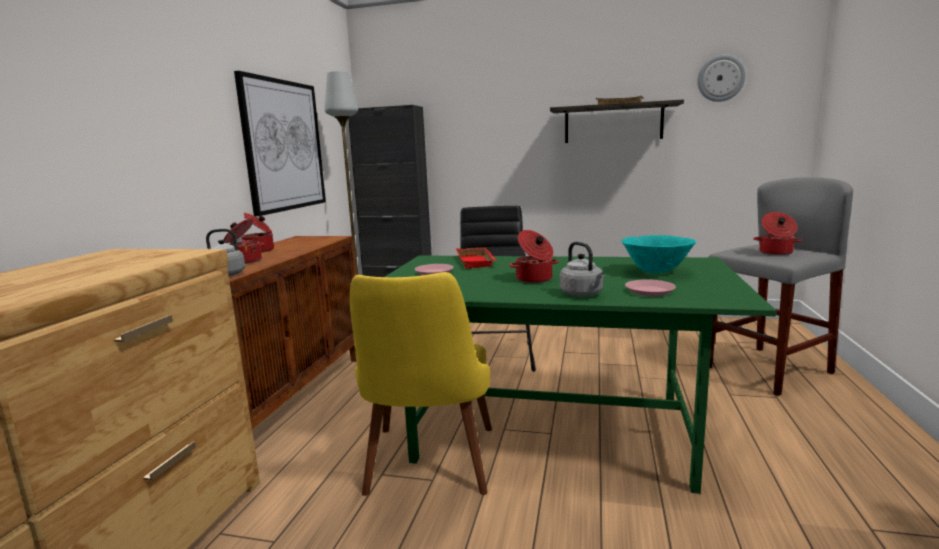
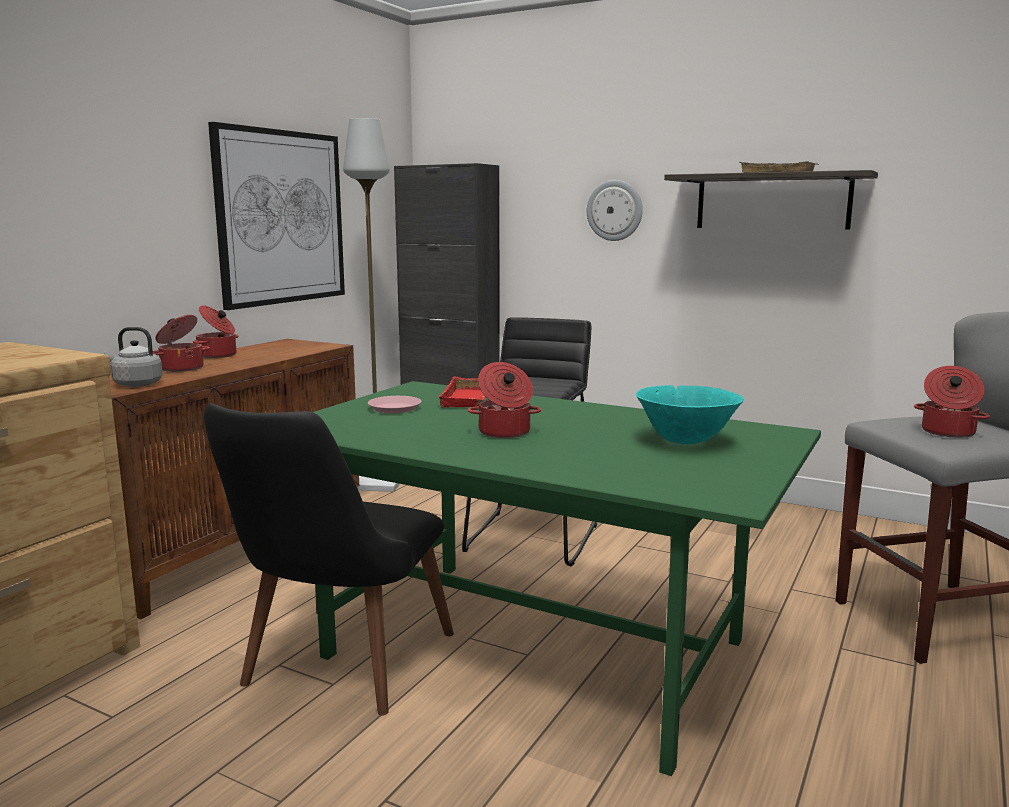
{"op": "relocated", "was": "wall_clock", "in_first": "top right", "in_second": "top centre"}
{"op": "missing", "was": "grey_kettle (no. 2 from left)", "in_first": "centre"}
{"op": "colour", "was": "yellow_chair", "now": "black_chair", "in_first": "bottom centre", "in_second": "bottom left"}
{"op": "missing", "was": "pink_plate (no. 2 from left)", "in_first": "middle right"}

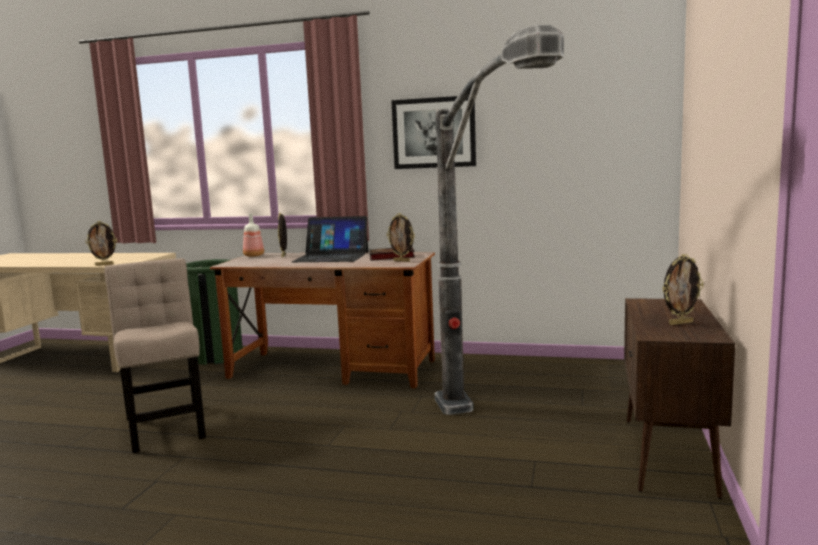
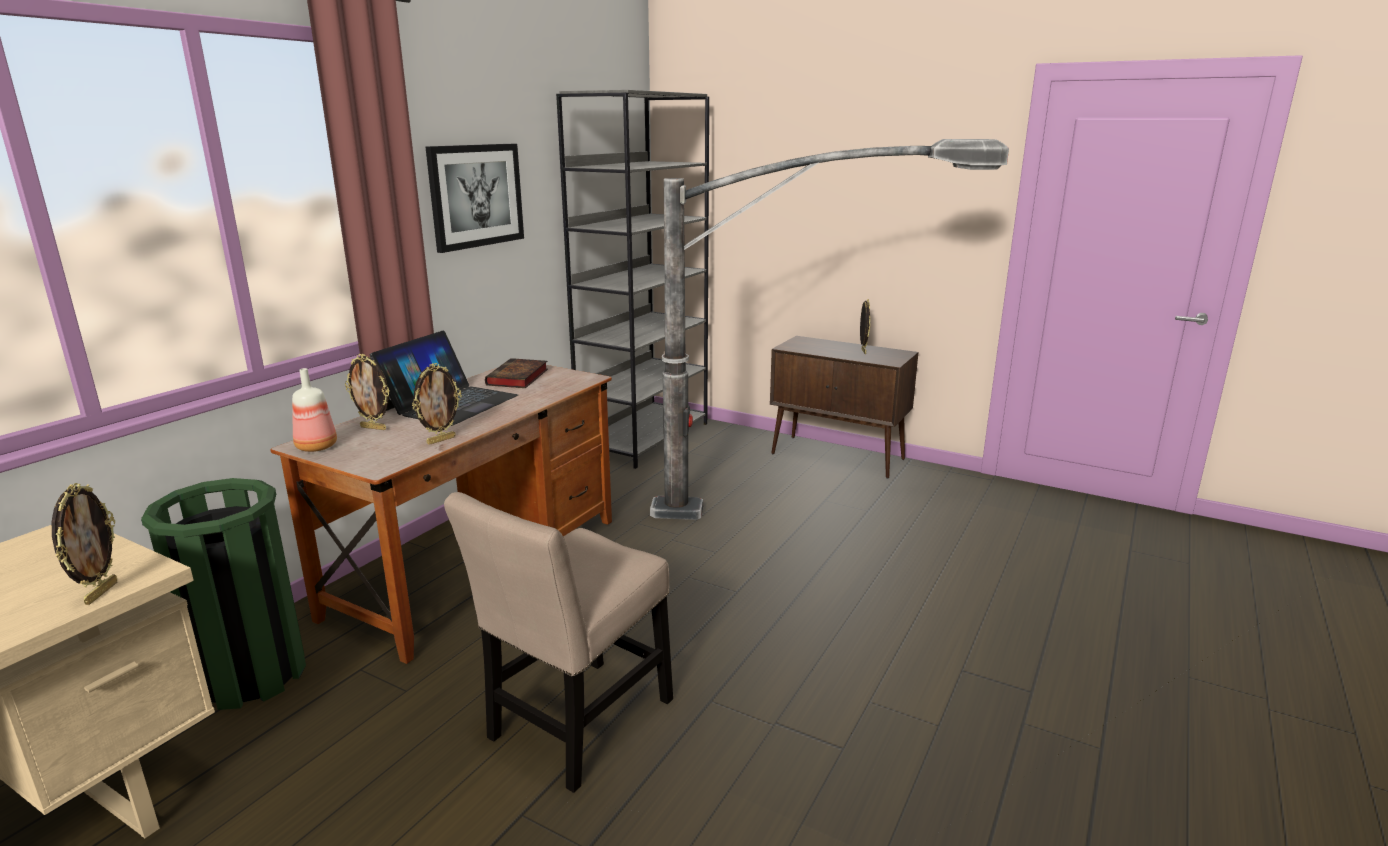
{"op": "relocated", "was": "picture_frame (no. 3 from left)", "in_first": "centre", "in_second": "middle left"}
{"op": "spun", "was": "beige_chair", "in_first": "middle left", "in_second": "bottom centre", "clockwise": -45}
{"op": "appeared", "now": "grey_bookcase", "in_second": "top centre"}

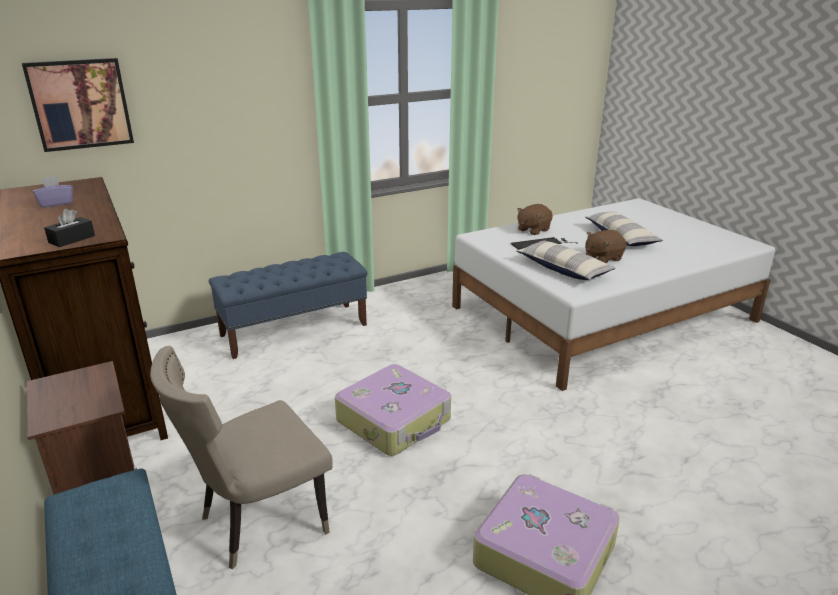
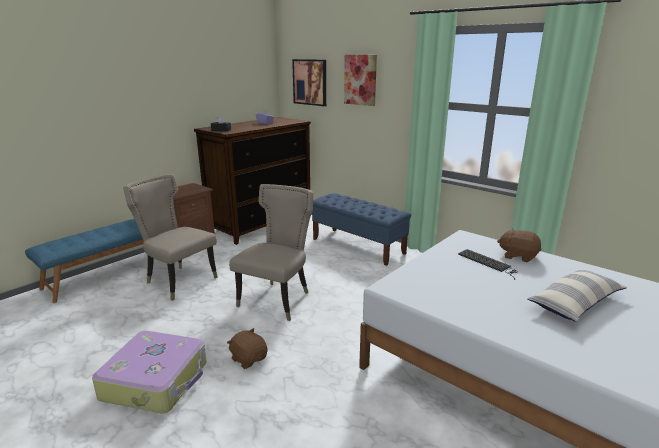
{"op": "relocated", "was": "brown_plush_toy (no. 2 from left in the first image)", "now": "brown_plush_toy (no. 1 from left)", "in_first": "middle right", "in_second": "bottom centre"}
{"op": "missing", "was": "pillow (no. 1 from left)", "in_first": "middle right"}
{"op": "exchanged", "was": "suitcase (no. 1 from left)", "now": "beige_chair (no. 2 from left)", "in_first": "bottom centre", "in_second": "centre"}
{"op": "appeared", "now": "picture (no. 2 from left)", "in_second": "top centre"}

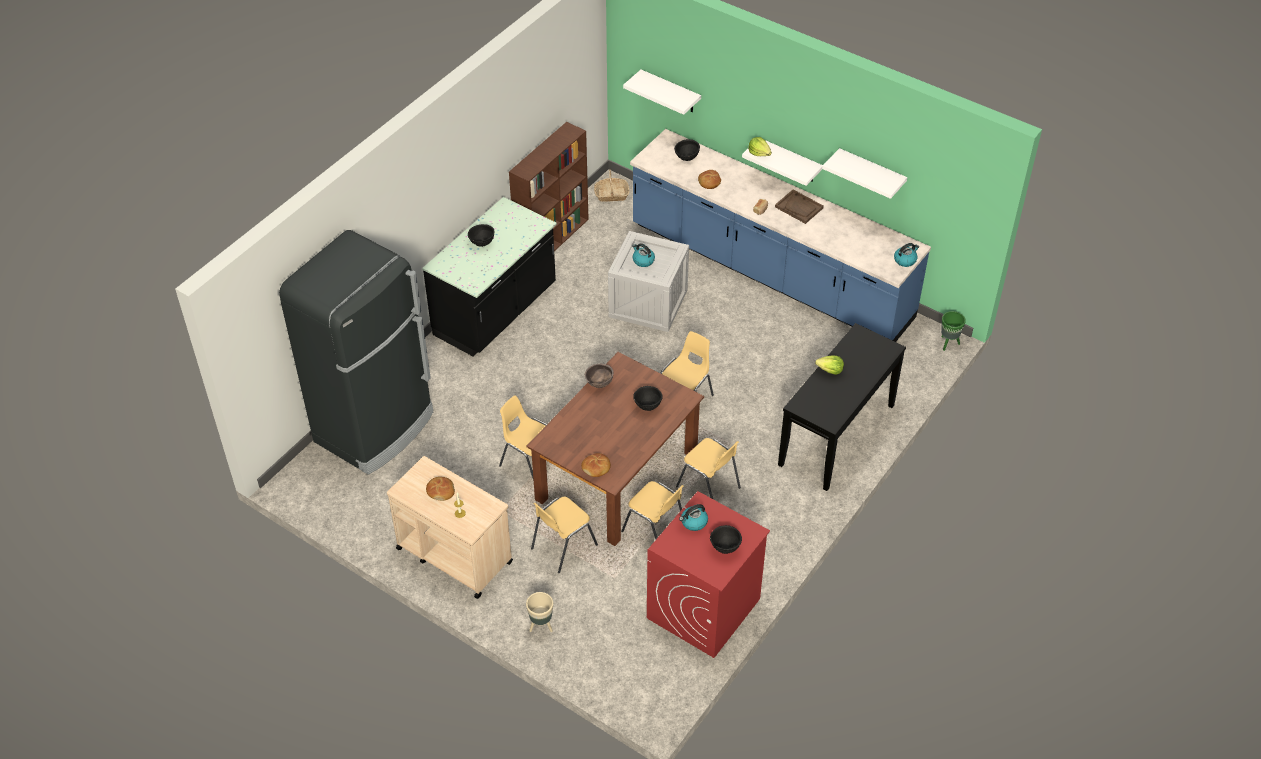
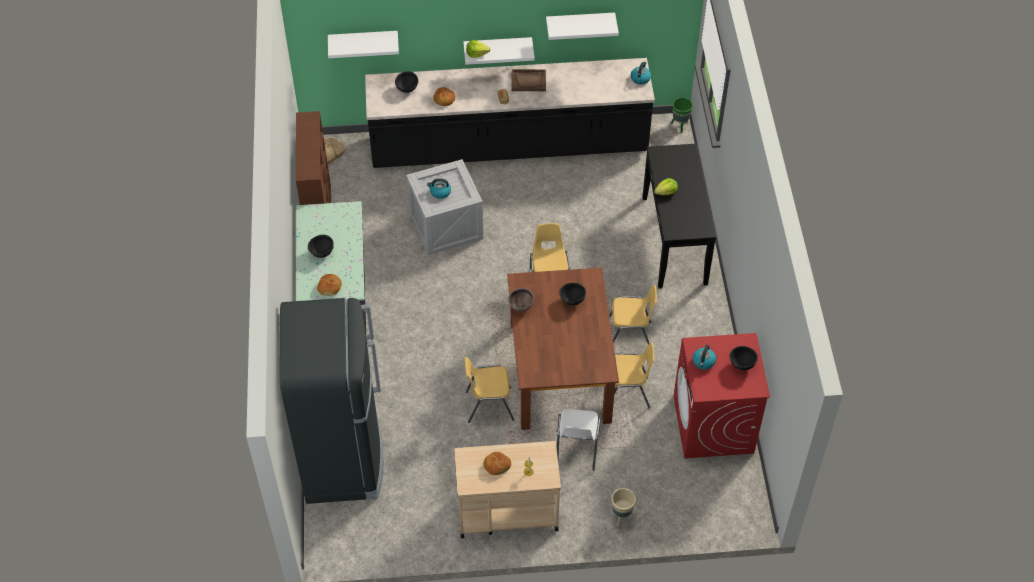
{"op": "colour", "was": "blue_counter", "now": "black_counter (no. 2 from left)", "in_first": "top centre", "in_second": "top centre"}
{"op": "relocated", "was": "bread (no. 2 from left in the first image)", "now": "bread (no. 1 from left)", "in_first": "centre", "in_second": "middle left"}
{"op": "colour", "was": "yellow_chair (no. 2 from left)", "now": "white_chair", "in_first": "bottom centre", "in_second": "bottom centre"}

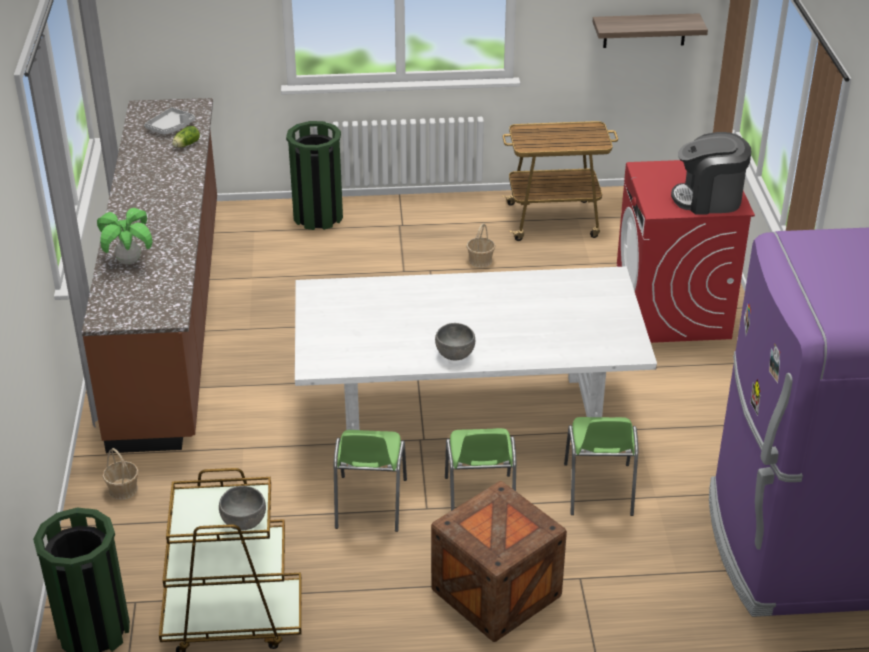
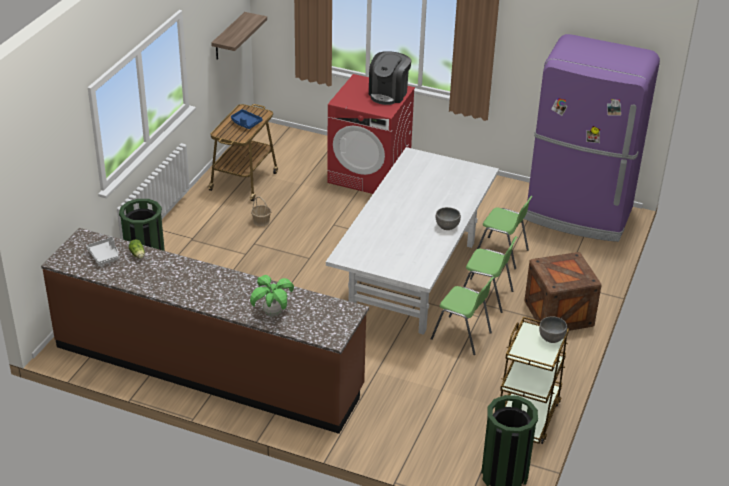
{"op": "missing", "was": "basket (no. 1 from left)", "in_first": "bottom left"}
{"op": "appeared", "now": "blue_tray", "in_second": "top centre"}

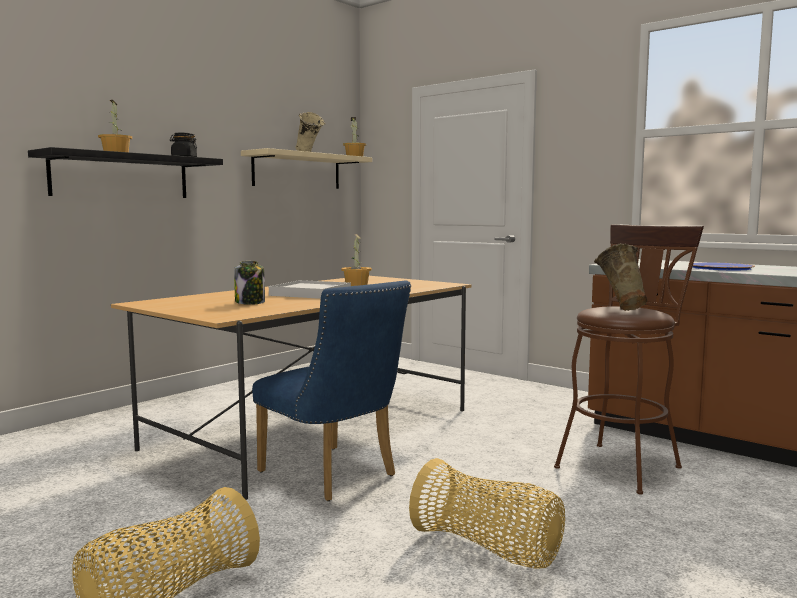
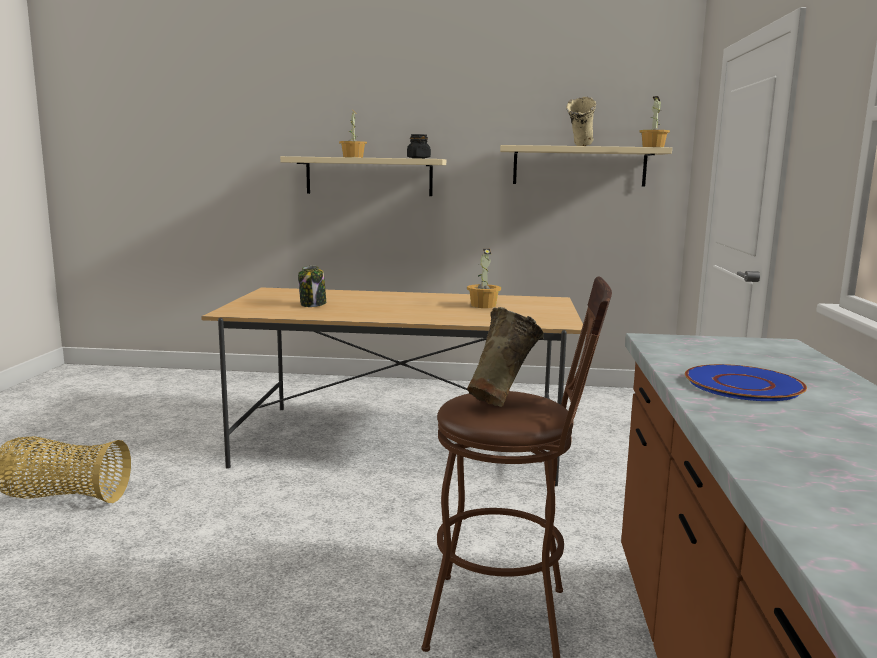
{"op": "colour", "was": "black_shelf", "now": "beige_shelf (no. 1 from left)", "in_first": "top left", "in_second": "top centre"}
{"op": "missing", "was": "blue_chair", "in_first": "centre"}
{"op": "missing", "was": "white_tray", "in_first": "centre"}
{"op": "missing", "was": "basket (no. 2 from left)", "in_first": "bottom centre"}

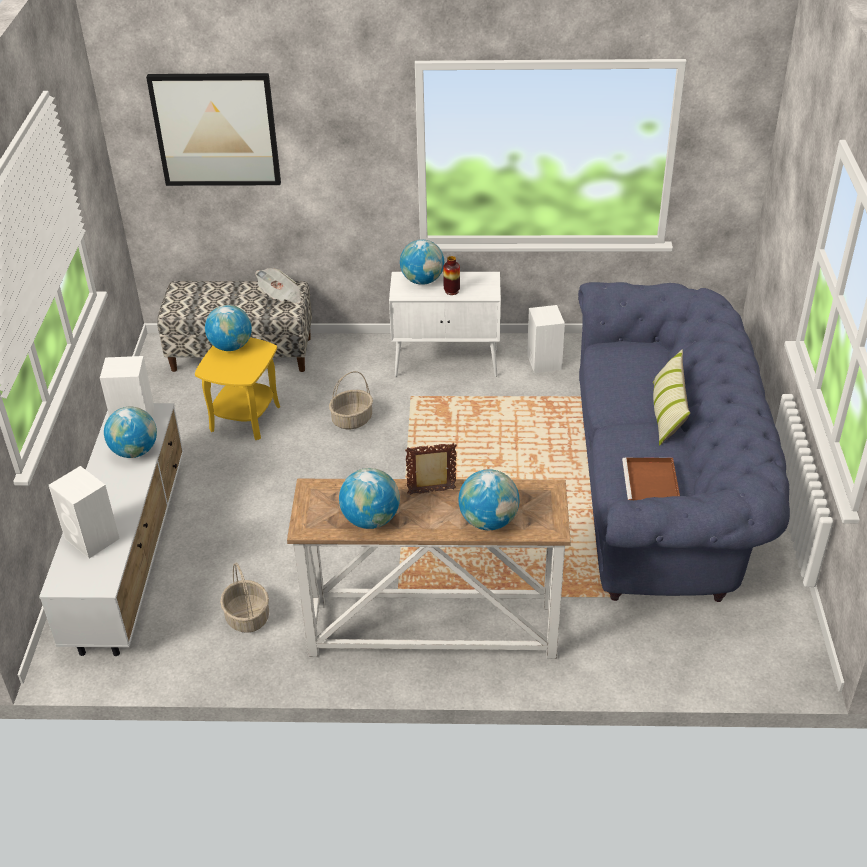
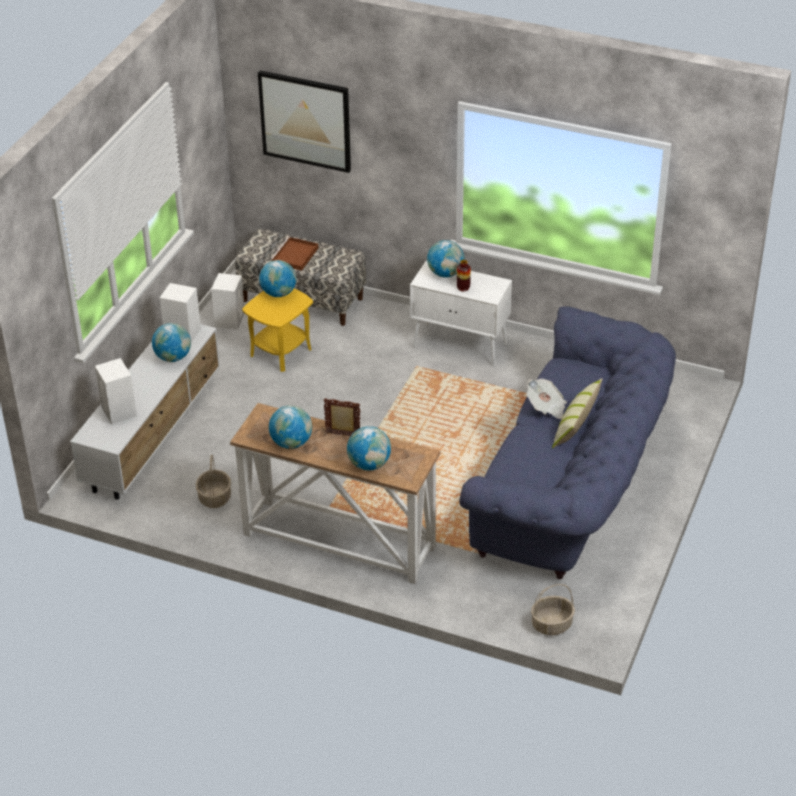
{"op": "relocated", "was": "newspaper", "in_first": "top left", "in_second": "middle right"}
{"op": "relocated", "was": "white_speaker (no. 3 from left)", "in_first": "centre", "in_second": "middle left"}
{"op": "relocated", "was": "basket (no. 2 from left)", "in_first": "centre", "in_second": "bottom right"}
{"op": "relocated", "was": "brown_tray", "in_first": "middle right", "in_second": "top centre"}

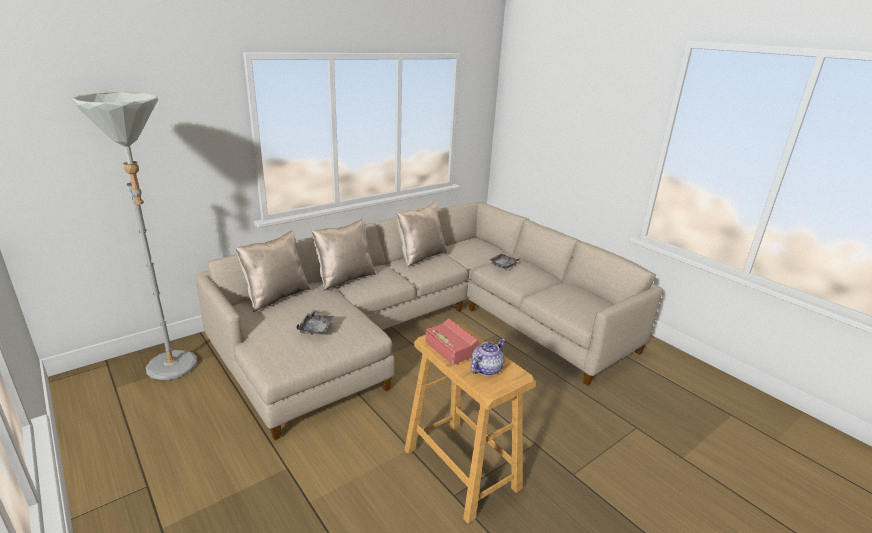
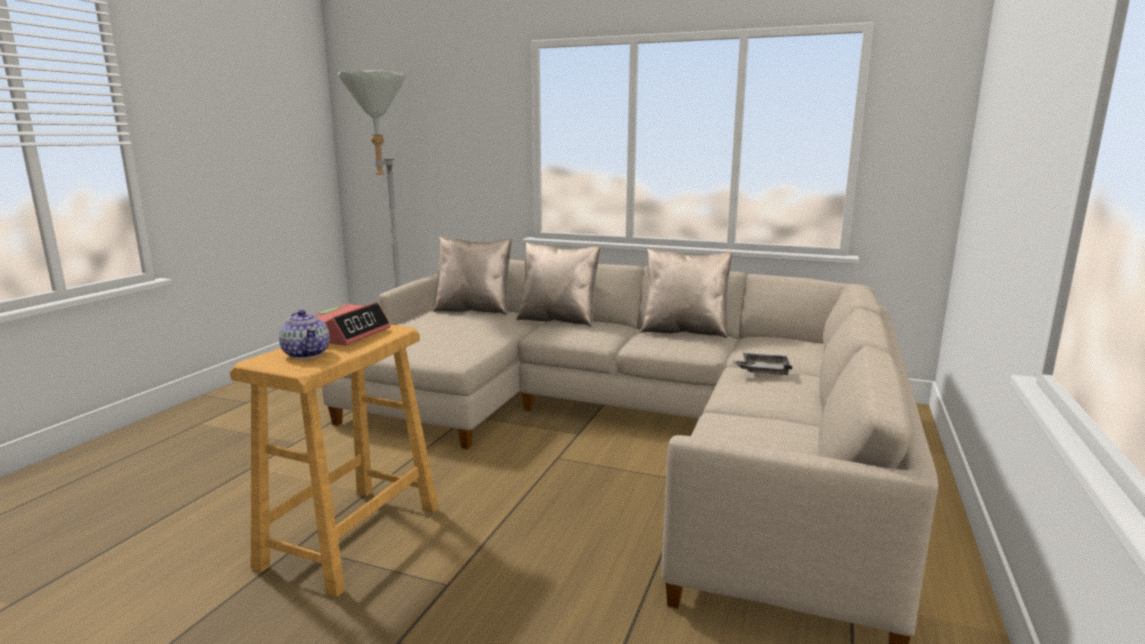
{"op": "missing", "was": "grey_tray (no. 1 from left)", "in_first": "centre"}
{"op": "spun", "was": "teapot", "in_first": "bottom centre", "in_second": "middle left", "clockwise": 45}

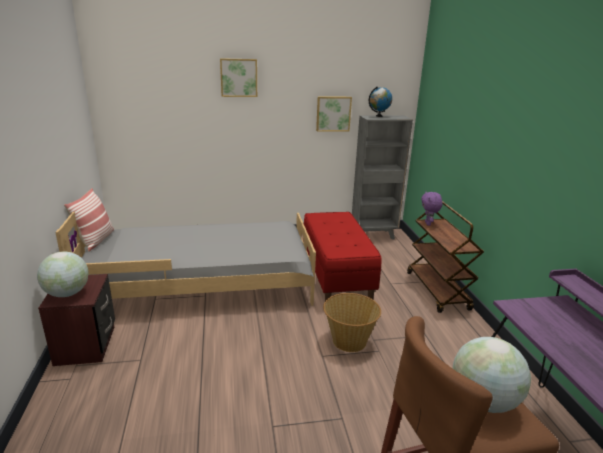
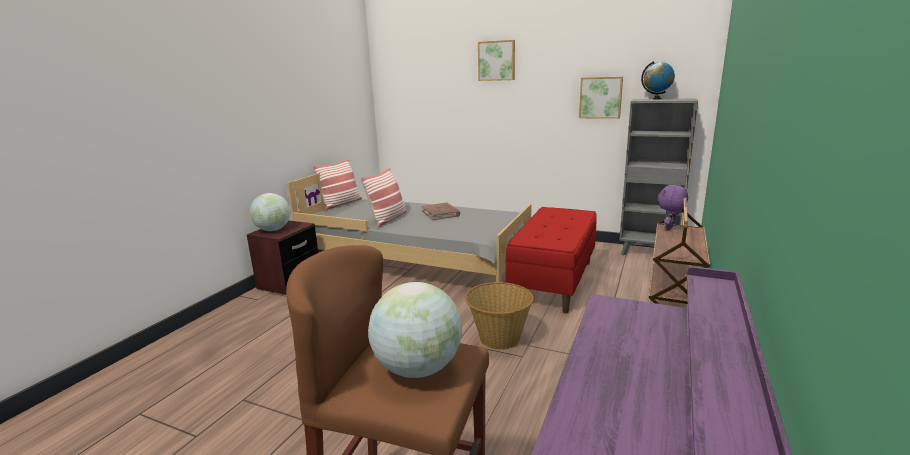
{"op": "appeared", "now": "pillow (no. 2 from left)", "in_second": "centre"}
{"op": "appeared", "now": "brown_book", "in_second": "centre"}

